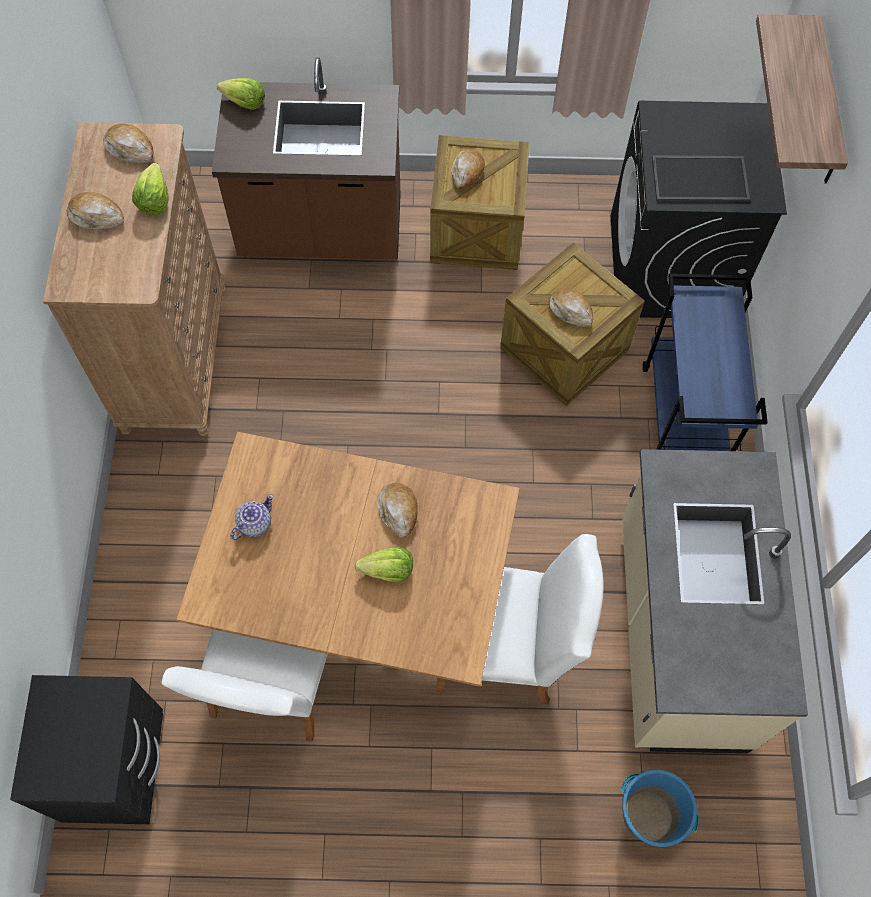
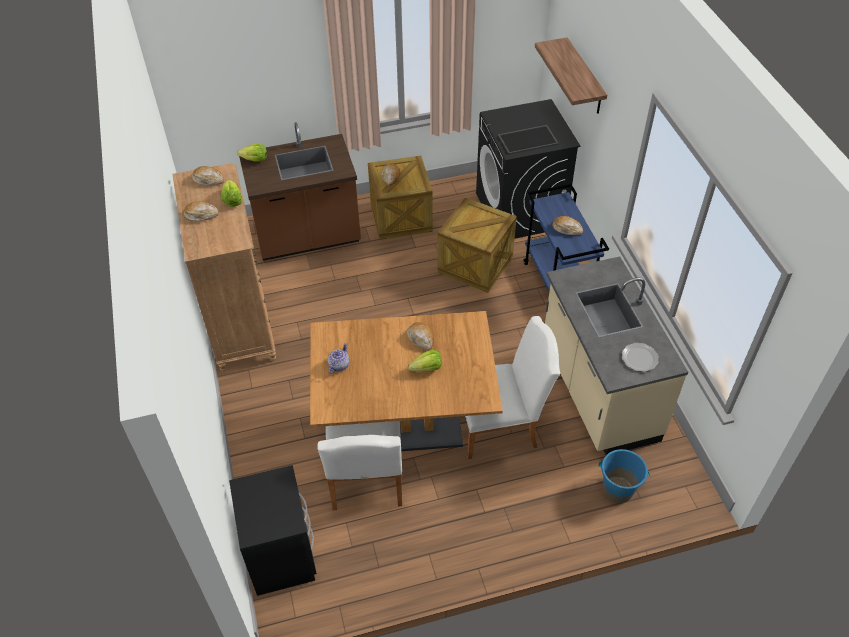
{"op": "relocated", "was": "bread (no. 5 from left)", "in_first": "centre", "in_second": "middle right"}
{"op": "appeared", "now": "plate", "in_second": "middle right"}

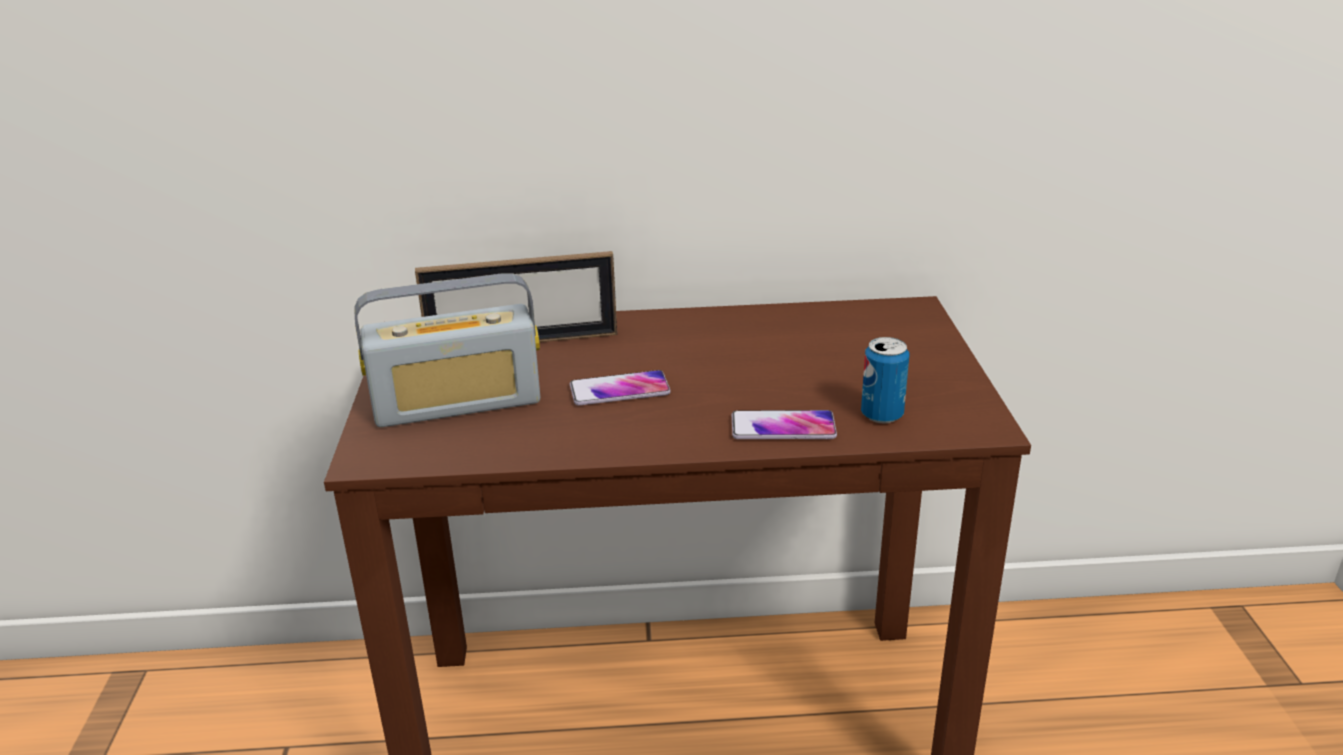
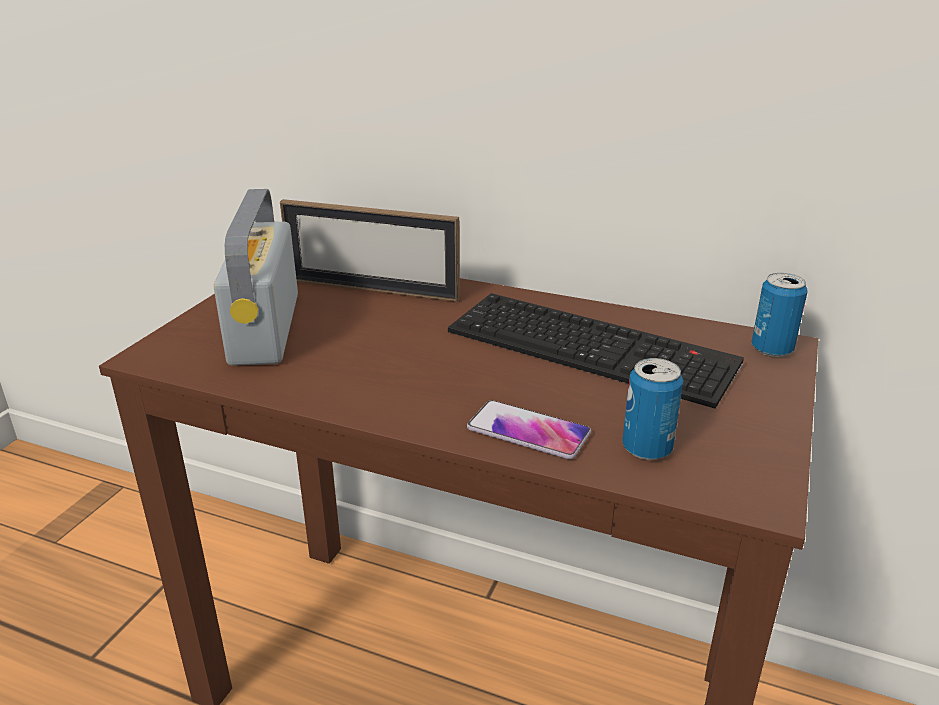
{"op": "spun", "was": "radio", "in_first": "middle left", "in_second": "middle left", "clockwise": 75}
{"op": "missing", "was": "phone (no. 1 from left)", "in_first": "centre"}
{"op": "appeared", "now": "can (no. 2 from left)", "in_second": "middle right"}
{"op": "appeared", "now": "keyboard", "in_second": "centre"}

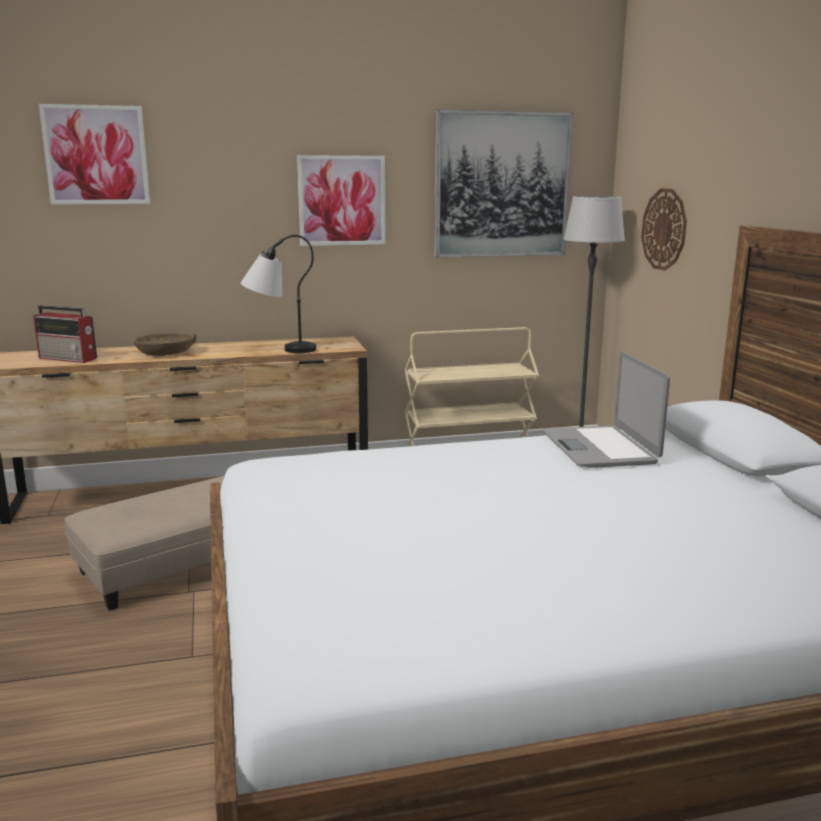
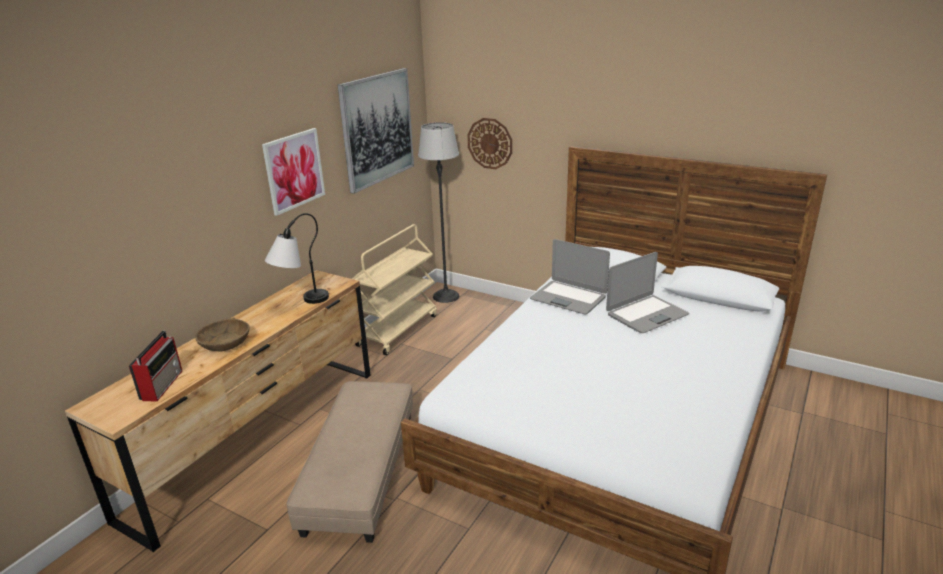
{"op": "missing", "was": "picture (no. 1 from left)", "in_first": "top left"}
{"op": "spun", "was": "radio", "in_first": "middle left", "in_second": "middle left", "clockwise": -60}
{"op": "appeared", "now": "laptop (no. 2 from left)", "in_second": "middle right"}

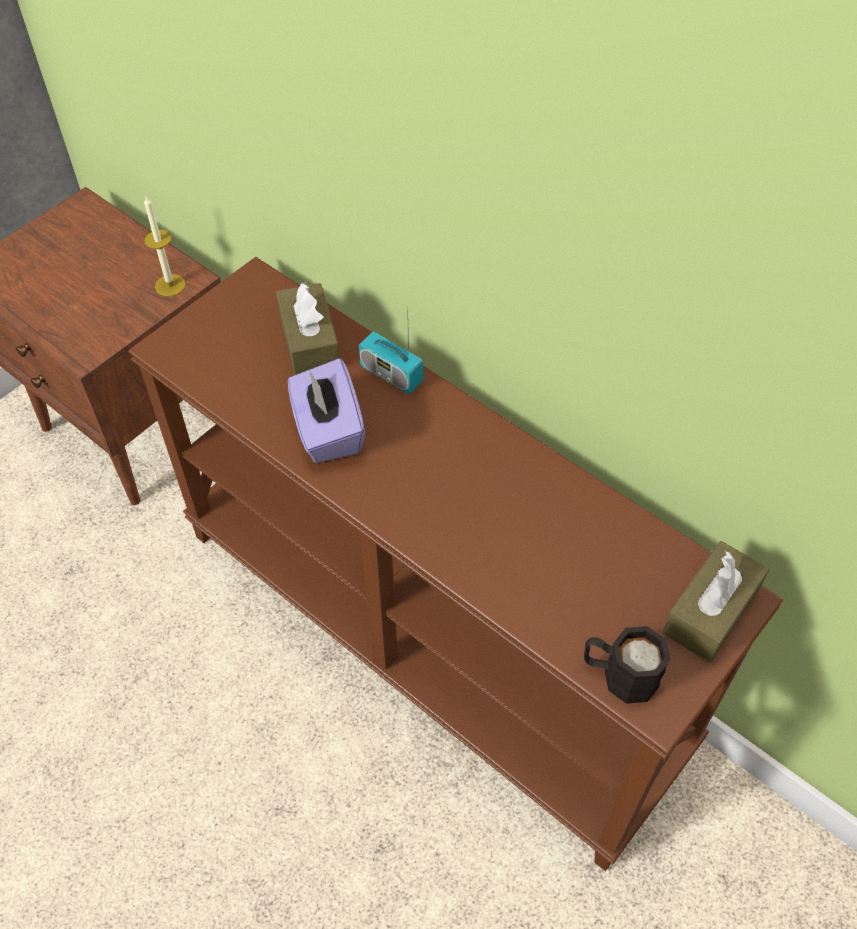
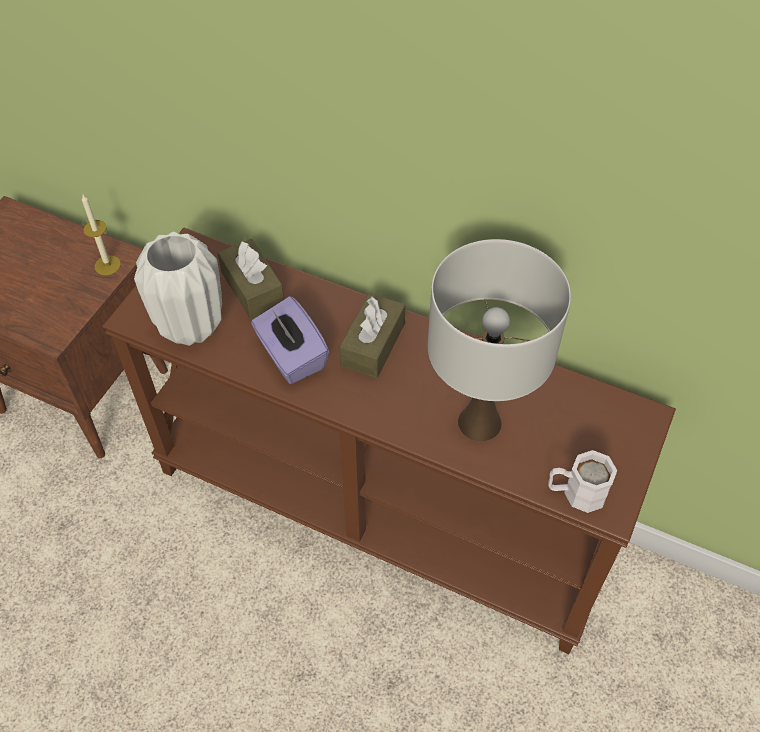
{"op": "missing", "was": "radio", "in_first": "centre"}
{"op": "relocated", "was": "brown_tissue_box (no. 2 from left)", "in_first": "middle right", "in_second": "centre"}
{"op": "colour", "was": "black_mug", "now": "white_mug", "in_first": "bottom right", "in_second": "middle right"}
{"op": "appeared", "now": "white_vase", "in_second": "middle left"}
{"op": "appeared", "now": "white_table_lamp", "in_second": "centre"}

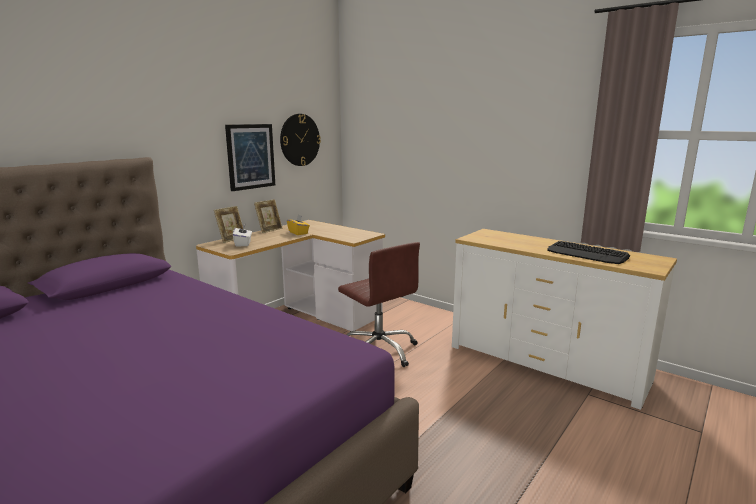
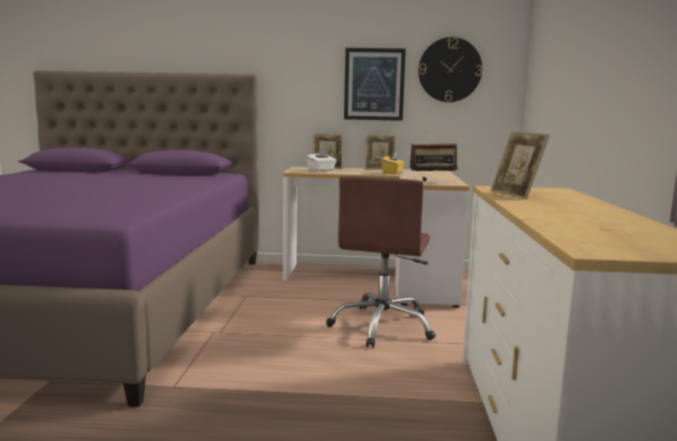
{"op": "missing", "was": "keyboard", "in_first": "middle right"}
{"op": "appeared", "now": "picture_frame (no. 3 from left)", "in_second": "middle right"}
{"op": "appeared", "now": "radio", "in_second": "centre"}

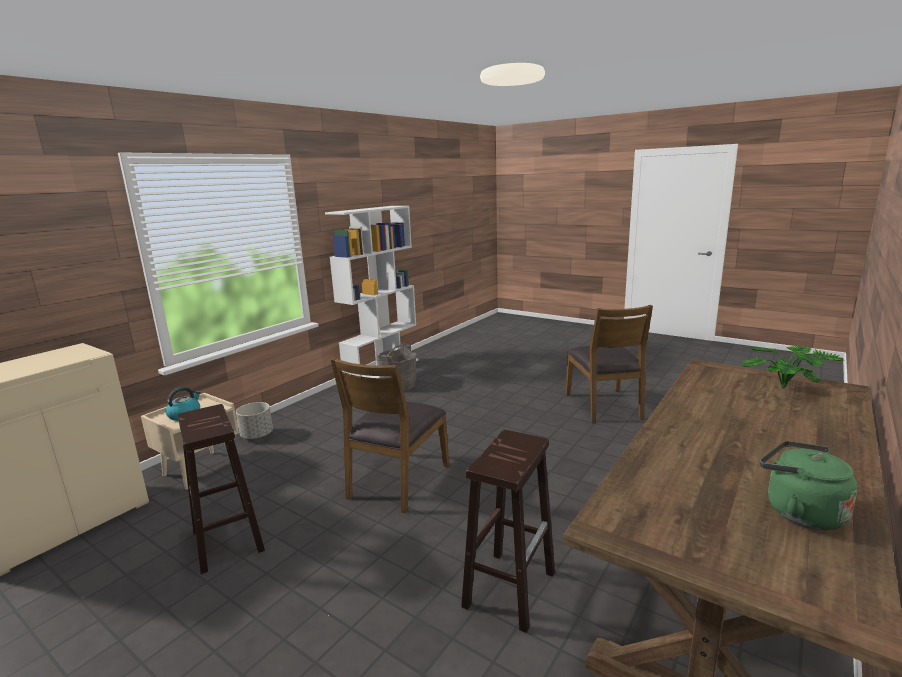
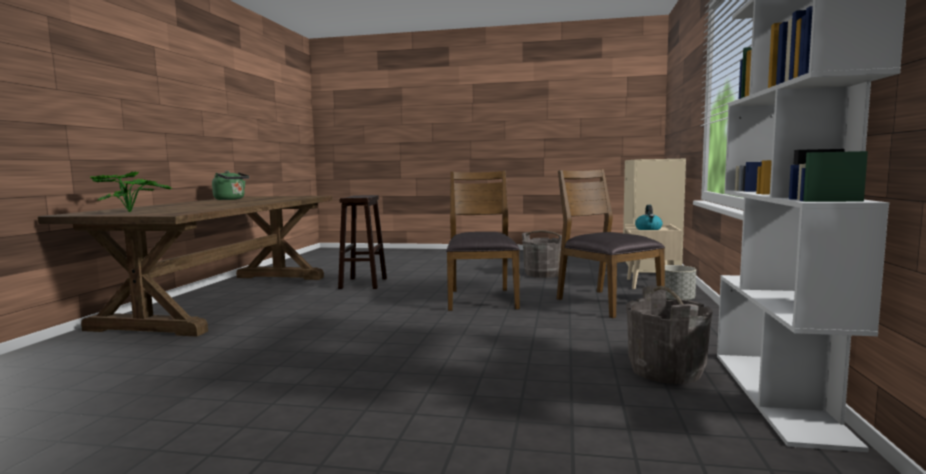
{"op": "relocated", "was": "brown_chair (no. 2 from left)", "in_first": "middle right", "in_second": "centre"}
{"op": "exchanged", "was": "brown_stool (no. 1 from left)", "now": "grey_bucket (no. 1 from left)", "in_first": "bottom left", "in_second": "centre"}

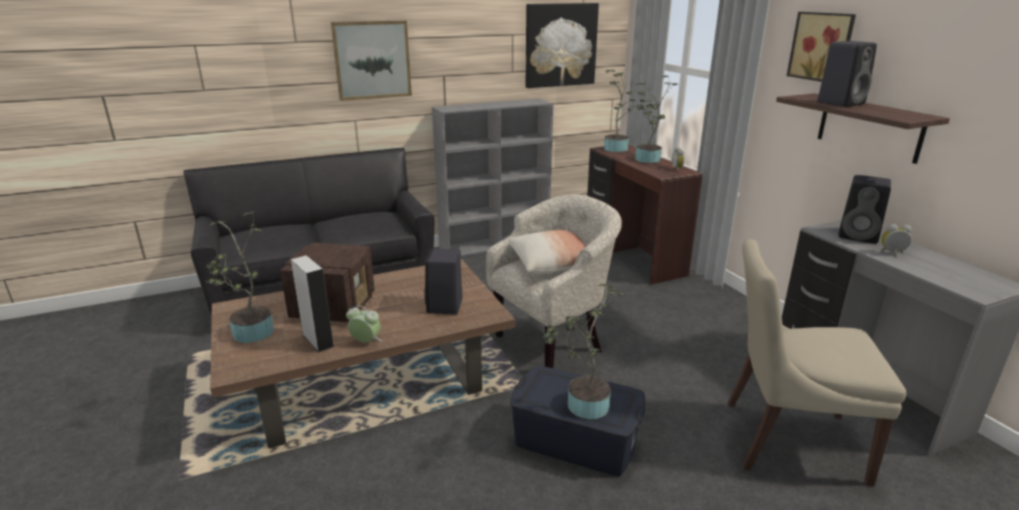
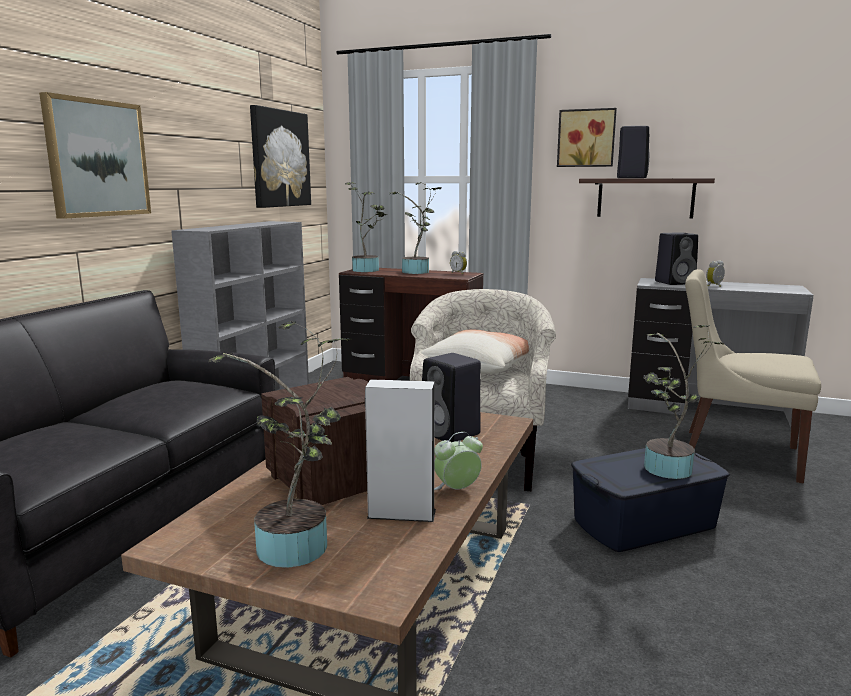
{"op": "spun", "was": "beige_chair", "in_first": "bottom right", "in_second": "middle right", "clockwise": 60}

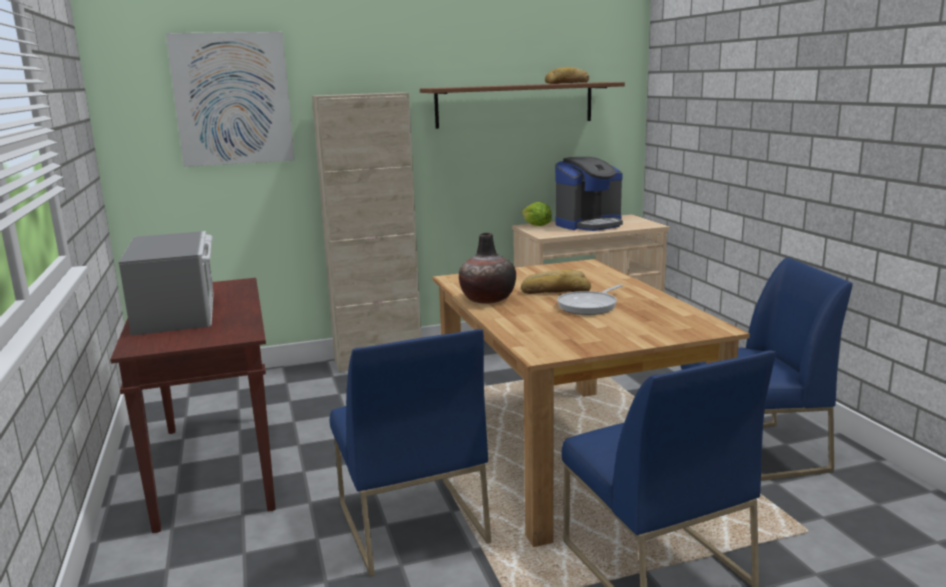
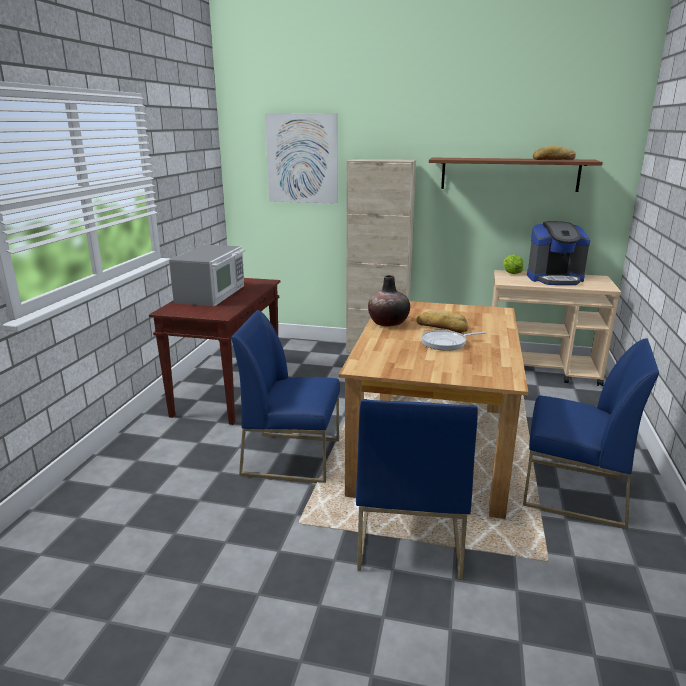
{"op": "spun", "was": "blue_chair (no. 1 from left)", "in_first": "bottom centre", "in_second": "centre", "clockwise": 90}

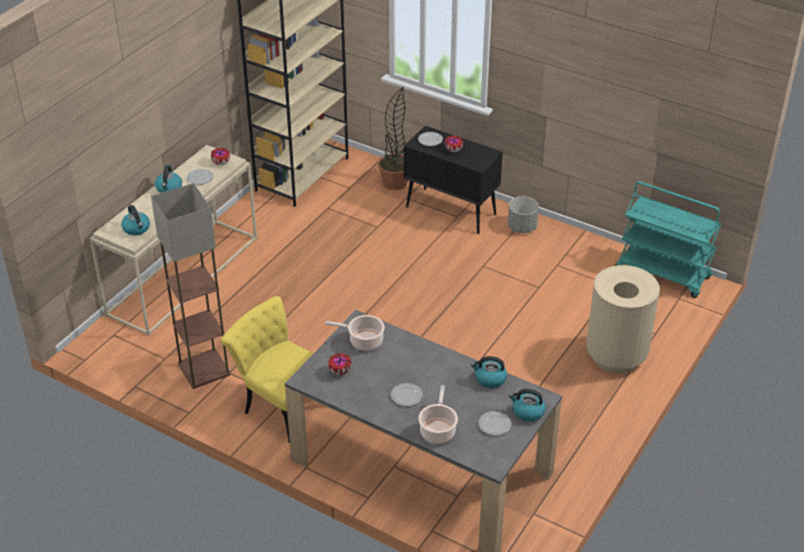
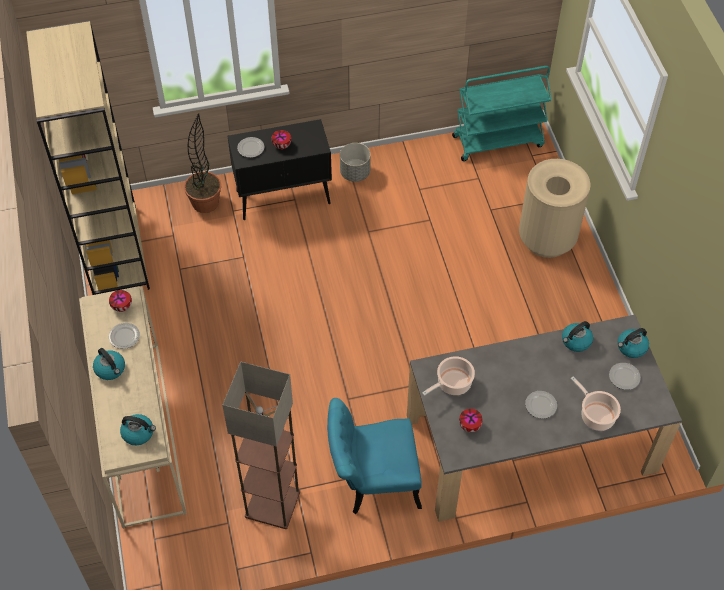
{"op": "colour", "was": "yellow_chair", "now": "turquoise_chair", "in_first": "bottom left", "in_second": "bottom centre"}

